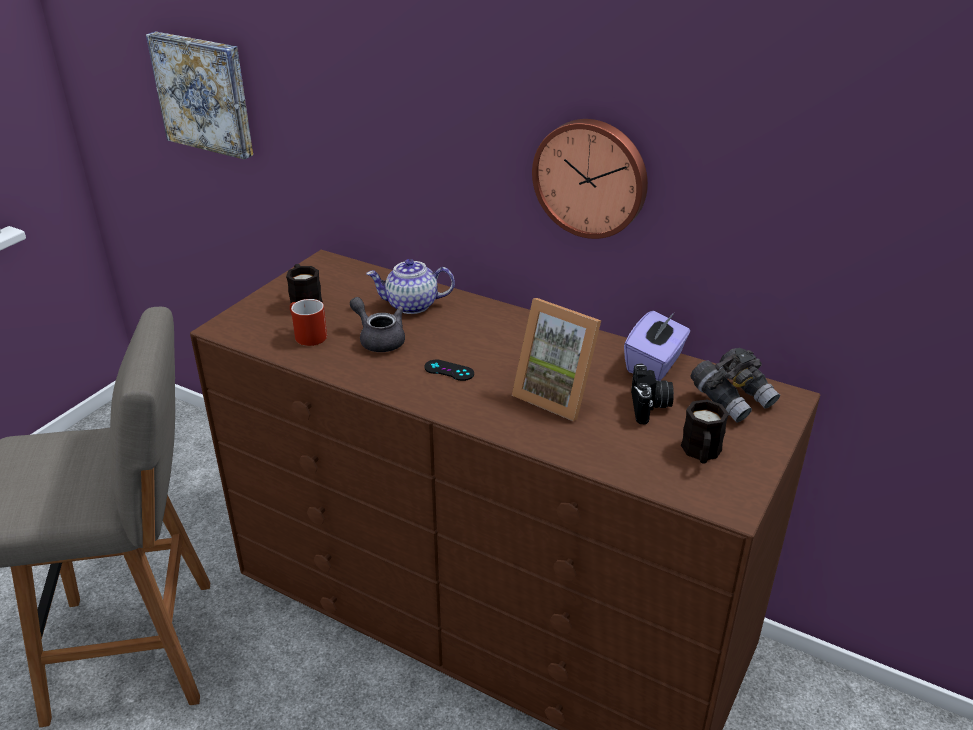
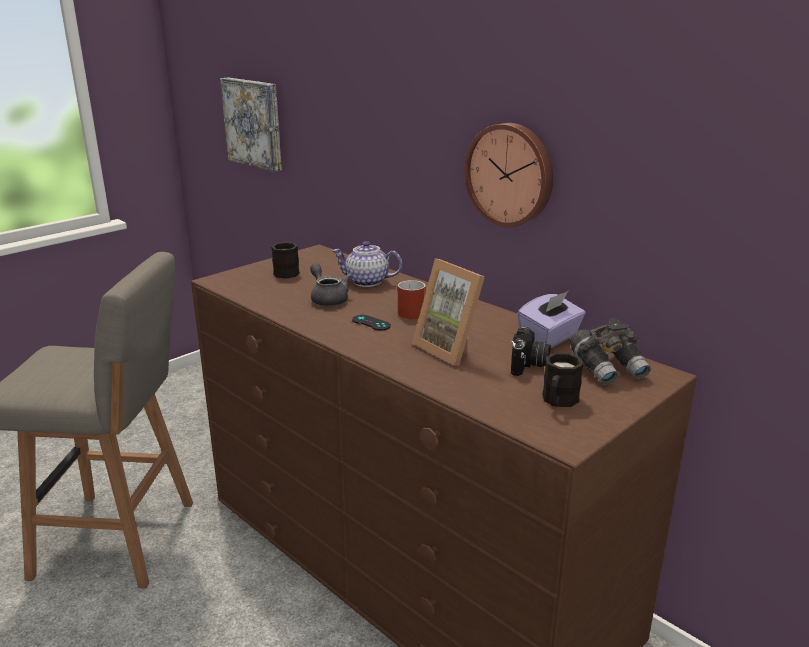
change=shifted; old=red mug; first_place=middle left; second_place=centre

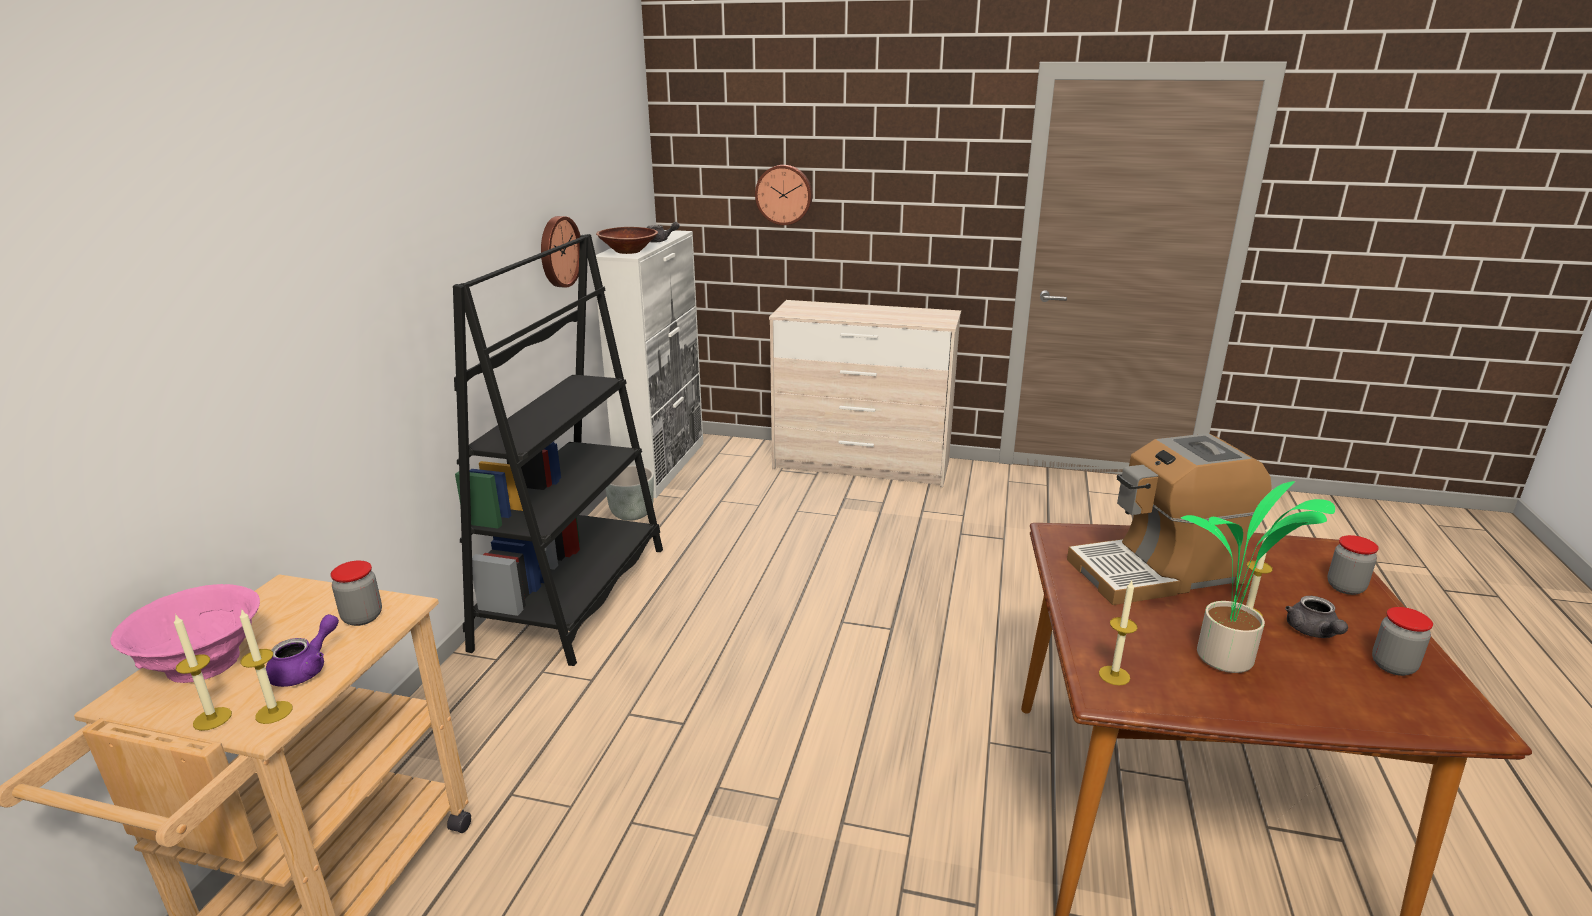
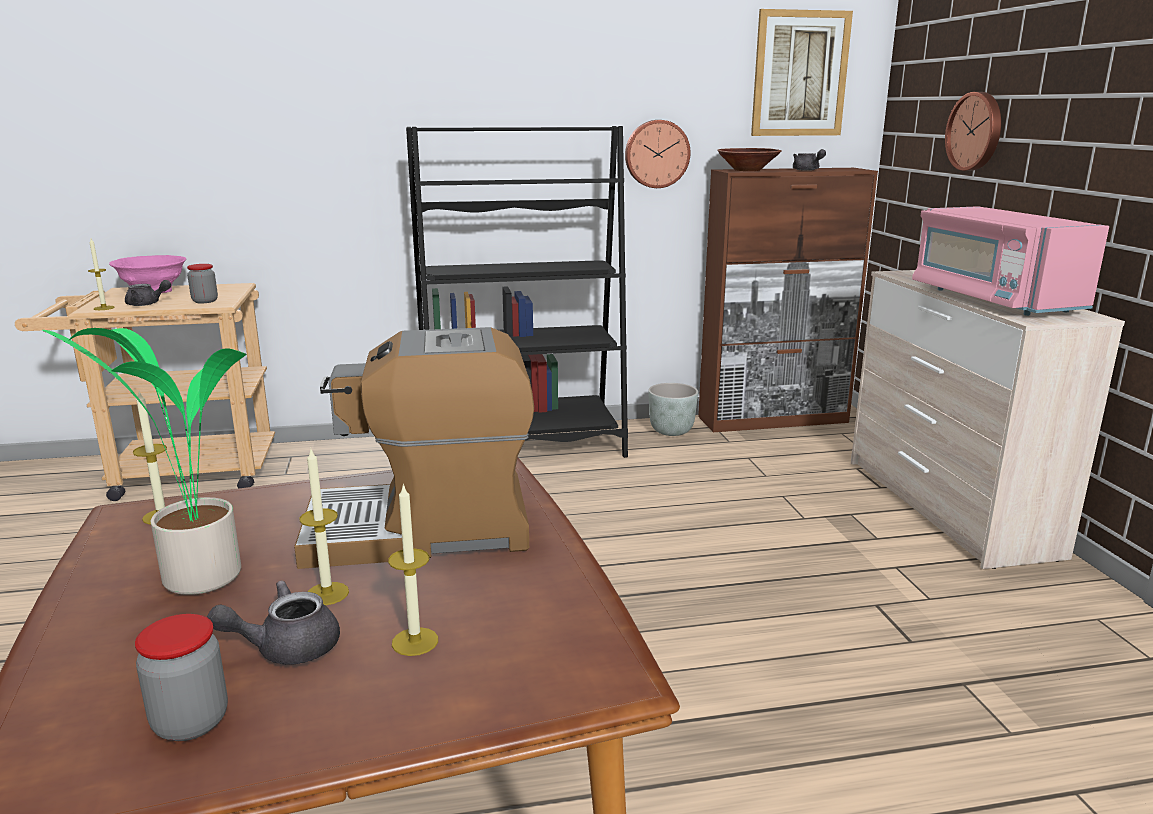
change=repainted; old=purple teapot; new=grey teapot (no. 1 from left); first_place=bottom left; second_place=middle left
change=rotated; old=coffee machine; first_place=middle right; second_place=centre; degrees=-60
change=shifted; old=candle (no. 1 from left in the first image); new=candle (no. 4 from left); first_place=bottom left; second_place=bottom centre
change=repainted; old=white cabinet; new=brown cabinet; first_place=centre; second_place=middle right
change=new; new=picture; second_place=top right
change=new; new=pink microwave; second_place=top right
change=gone; old=jar (no. 2 from left); first_place=middle right

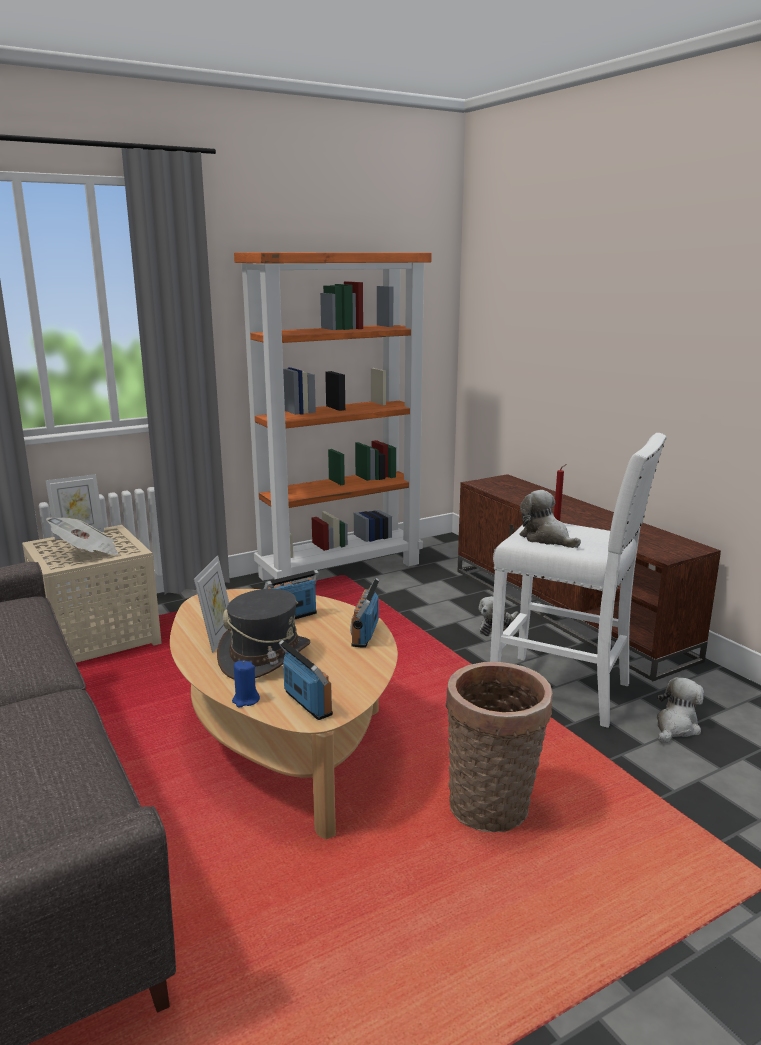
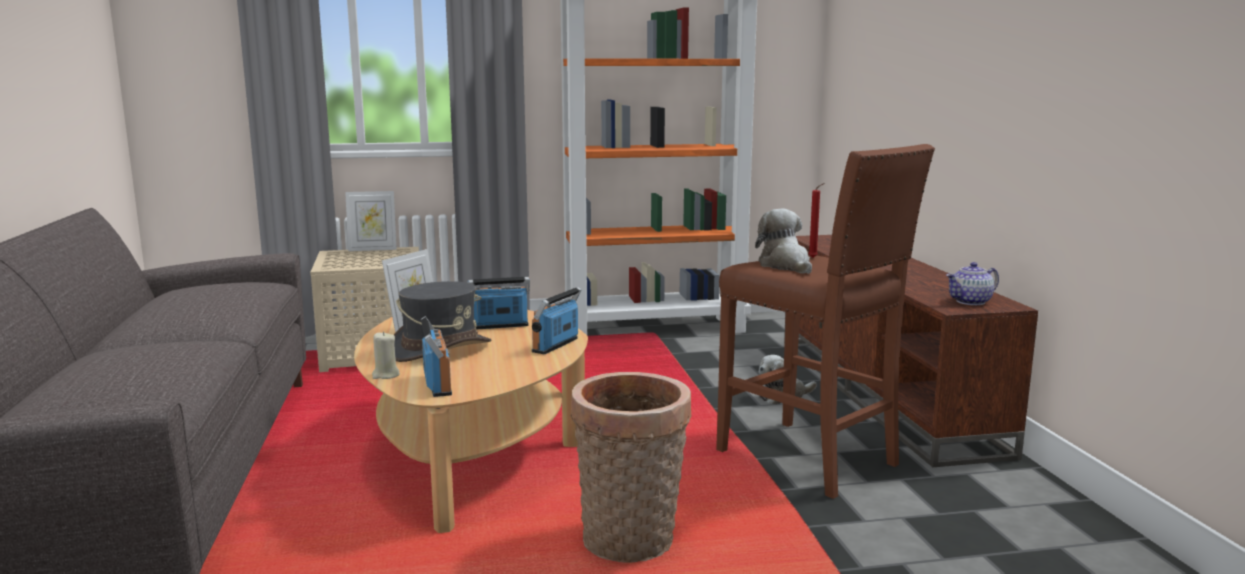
change=repainted; old=blue candle; new=beige candle; first_place=middle left; second_place=middle left
change=repainted; old=white stool; new=brown stool; first_place=middle right; second_place=centre
change=new; new=teapot; second_place=middle right
change=gone; old=newspaper; first_place=middle left
change=gone; old=plush toy (no. 3 from left); first_place=bottom right

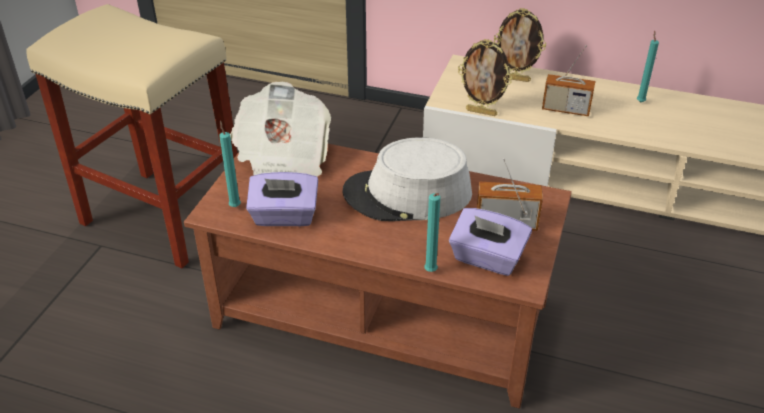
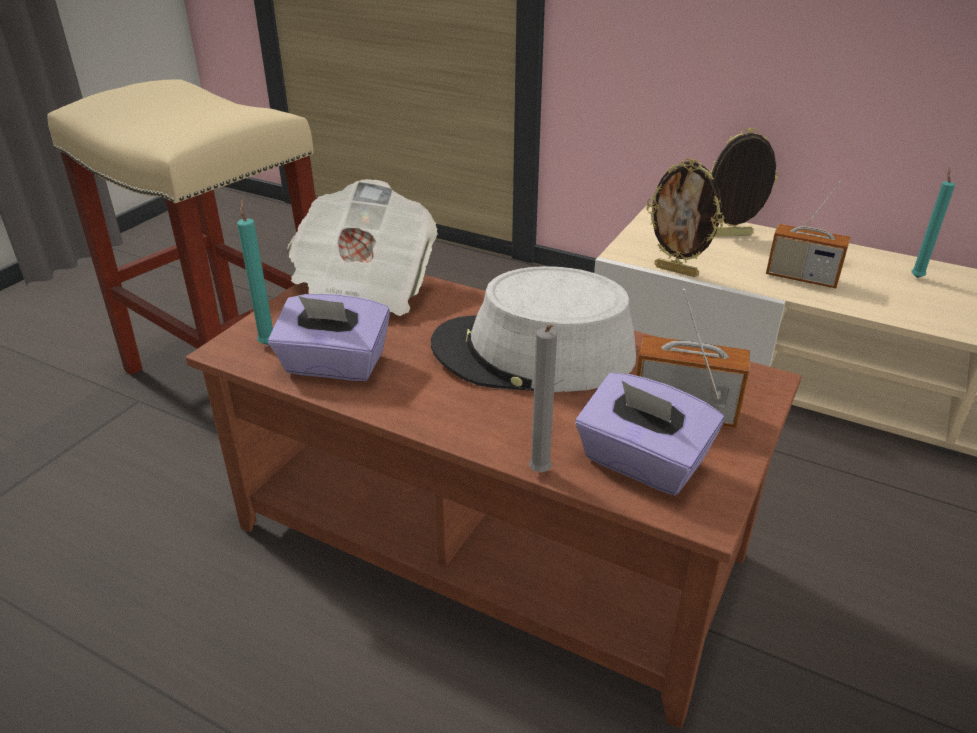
change=repainted; old=turquoise candle (no. 2 from left); new=grey candle; first_place=centre; second_place=centre
change=rotated; old=picture frame (no. 2 from left); first_place=top right; second_place=top right; degrees=150

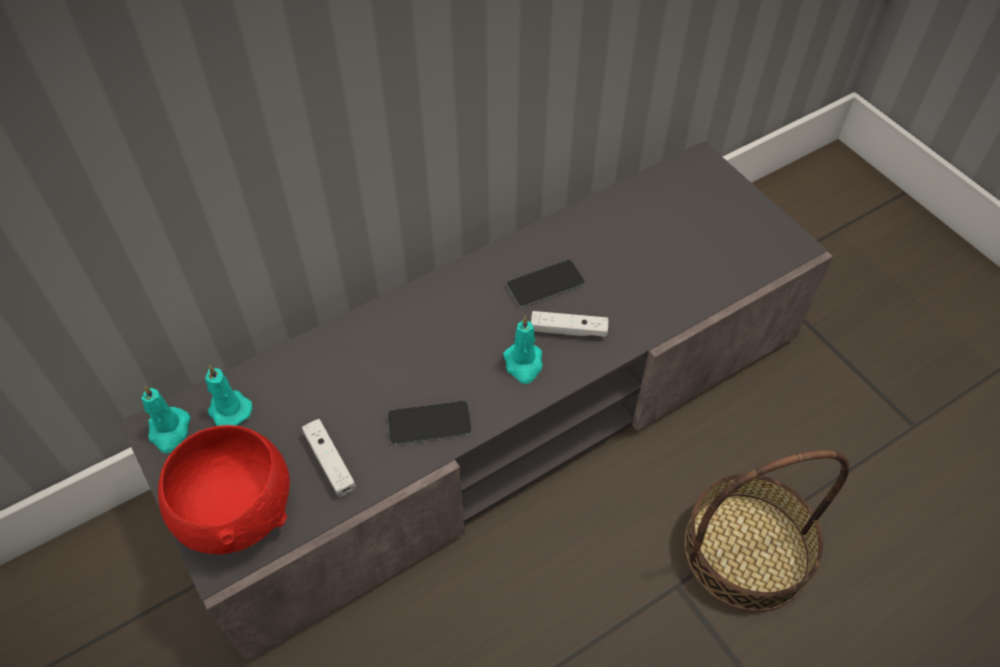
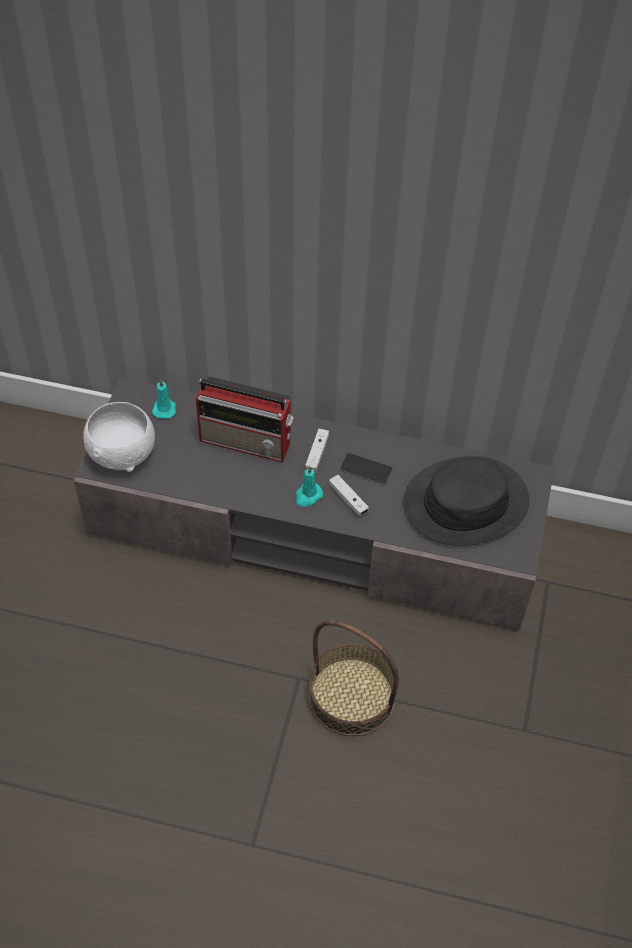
change=repainted; old=red bowl; new=white bowl; first_place=bottom left; second_place=middle left
change=new; new=radio; second_place=centre
change=shifted; old=white game controller (no. 1 from left); first_place=bottom left; second_place=centre
change=new; new=black hat; second_place=middle right
change=gone; old=turquoise candle (no. 1 from left); first_place=middle left
change=gone; old=phone (no. 1 from left); first_place=centre

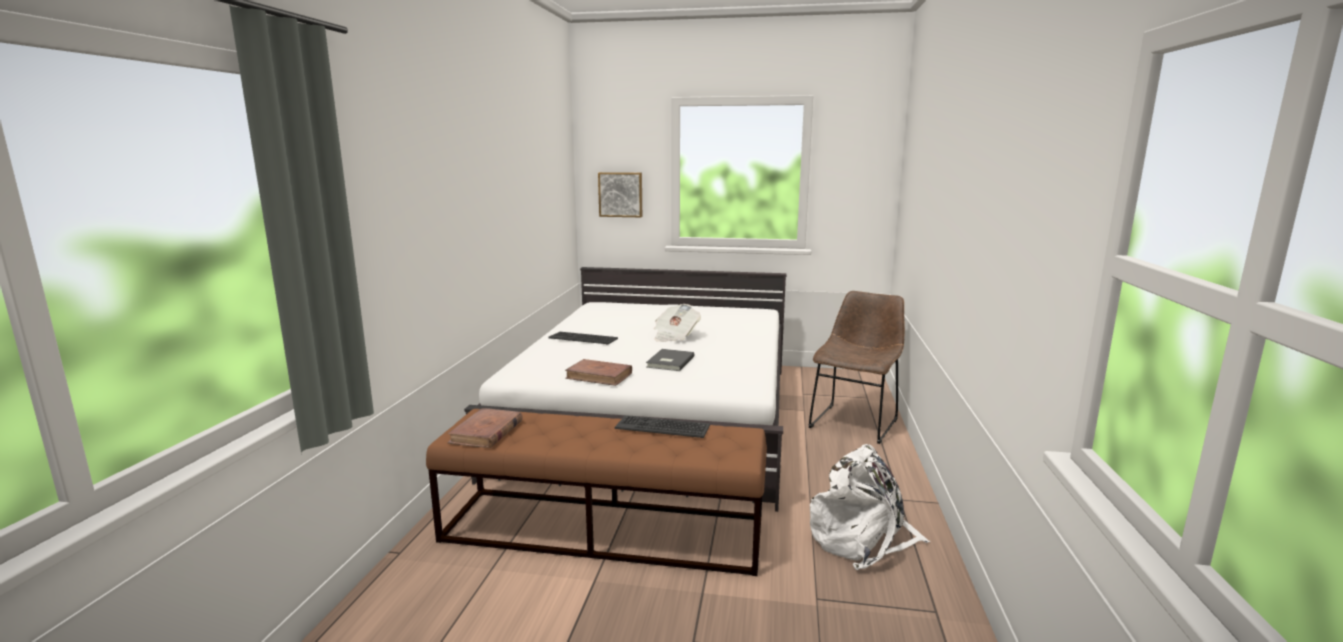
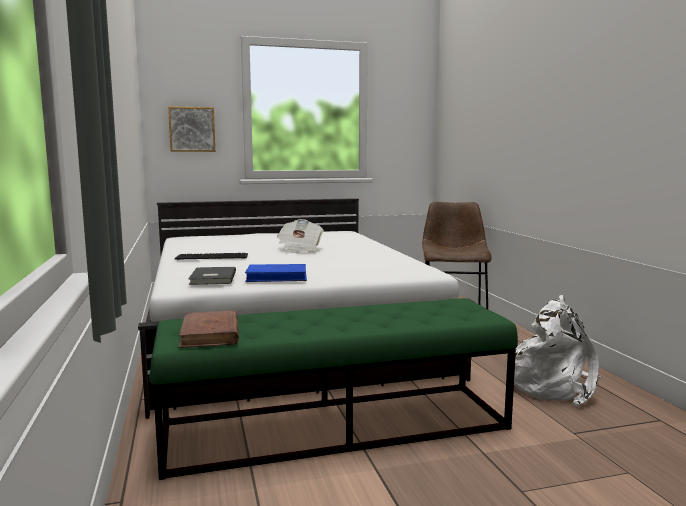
change=repainted; old=brown bench; new=green bench; first_place=bottom centre; second_place=bottom centre
change=shifted; old=grey book; first_place=centre; second_place=middle left
change=repainted; old=brown book (no. 2 from left); new=blue book; first_place=centre; second_place=centre
change=gone; old=keyboard (no. 2 from left); first_place=centre

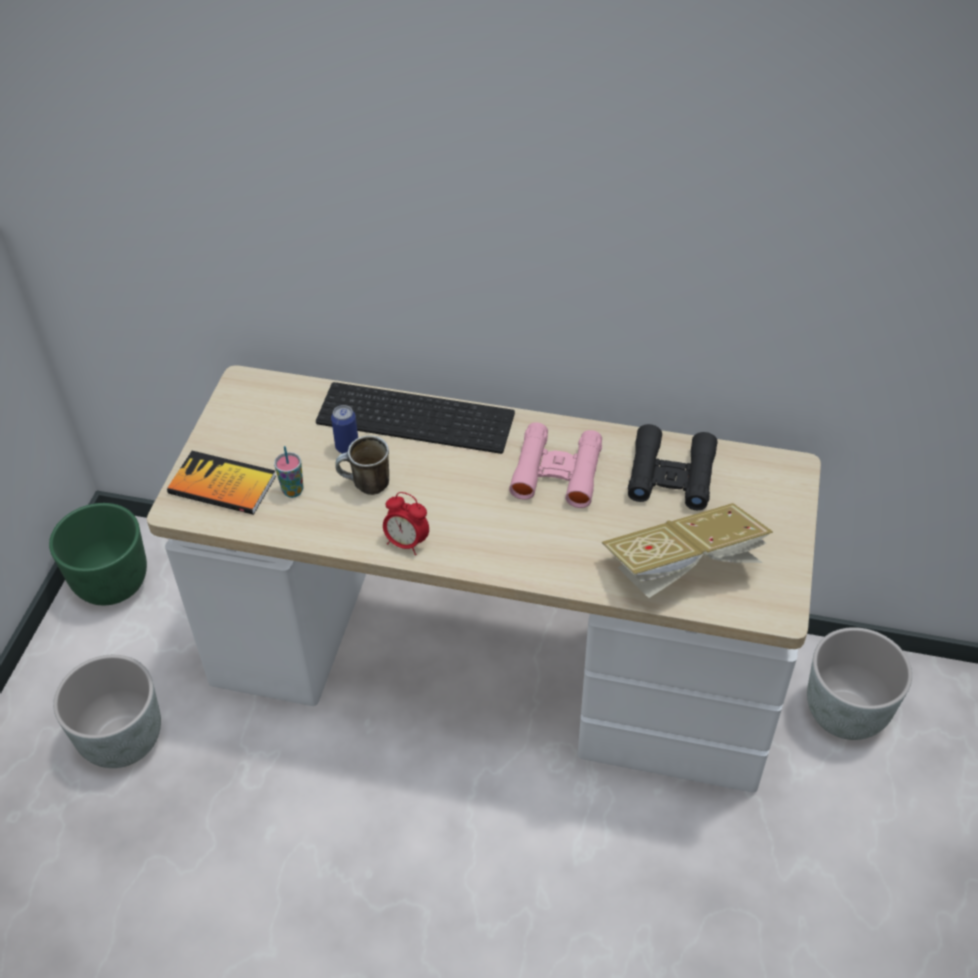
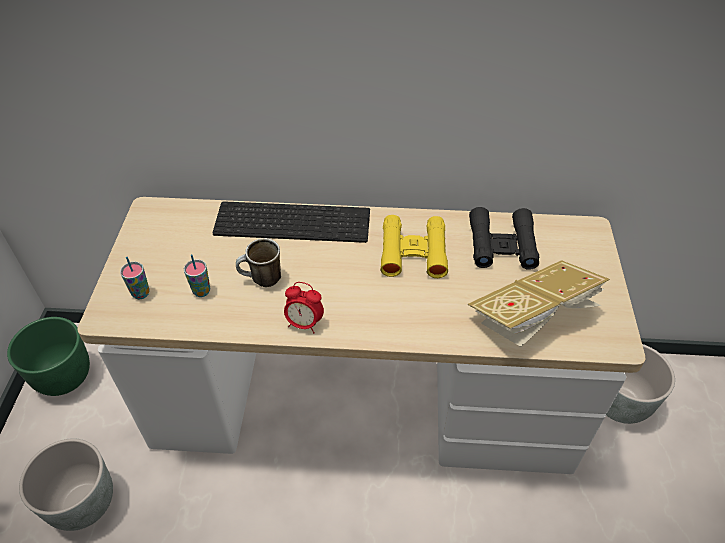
change=swapped; old=book (no. 1 from left); new=cup (no. 1 from left); first_place=middle left; second_place=middle left
change=repainted; old=pink binoculars; new=yellow binoculars; first_place=centre; second_place=centre
change=gone; old=can; first_place=centre

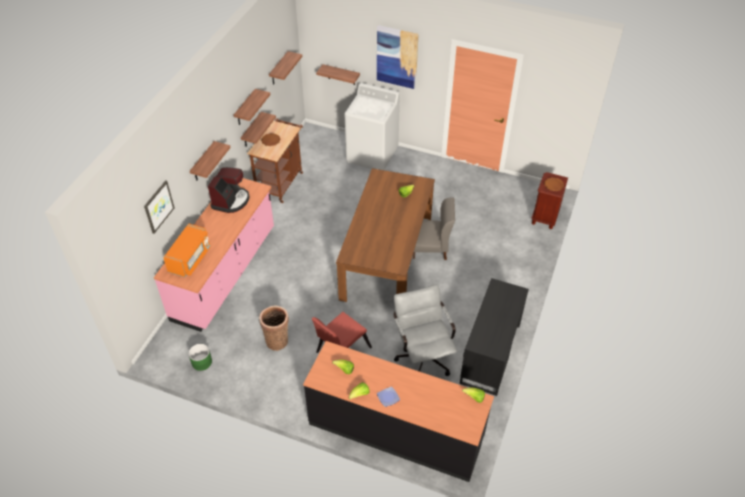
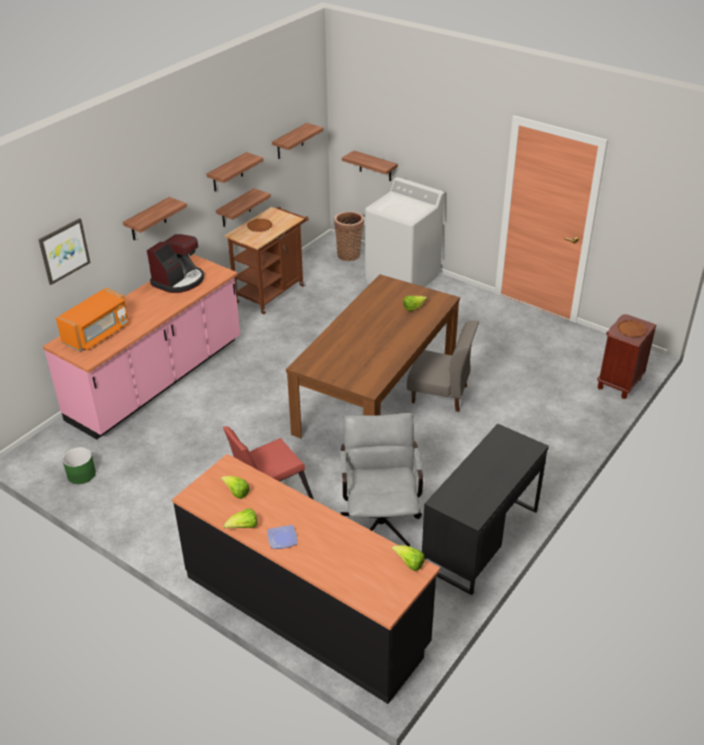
change=shifted; old=basket; first_place=centre; second_place=top centre
change=gone; old=picture (no. 2 from left); first_place=top centre

